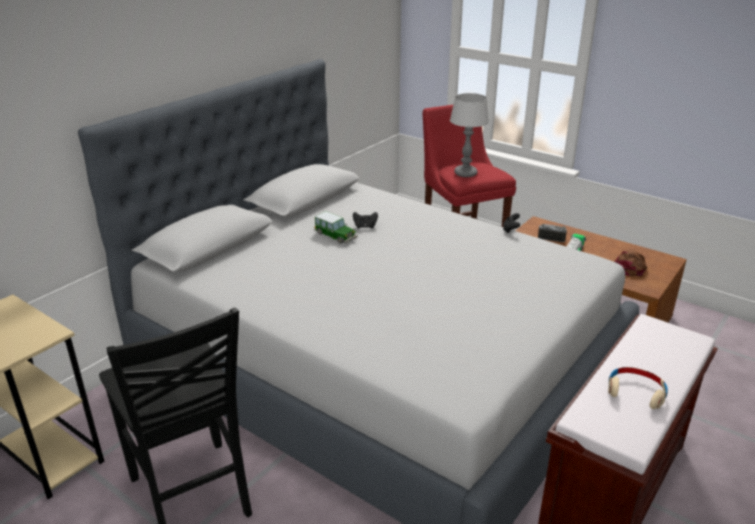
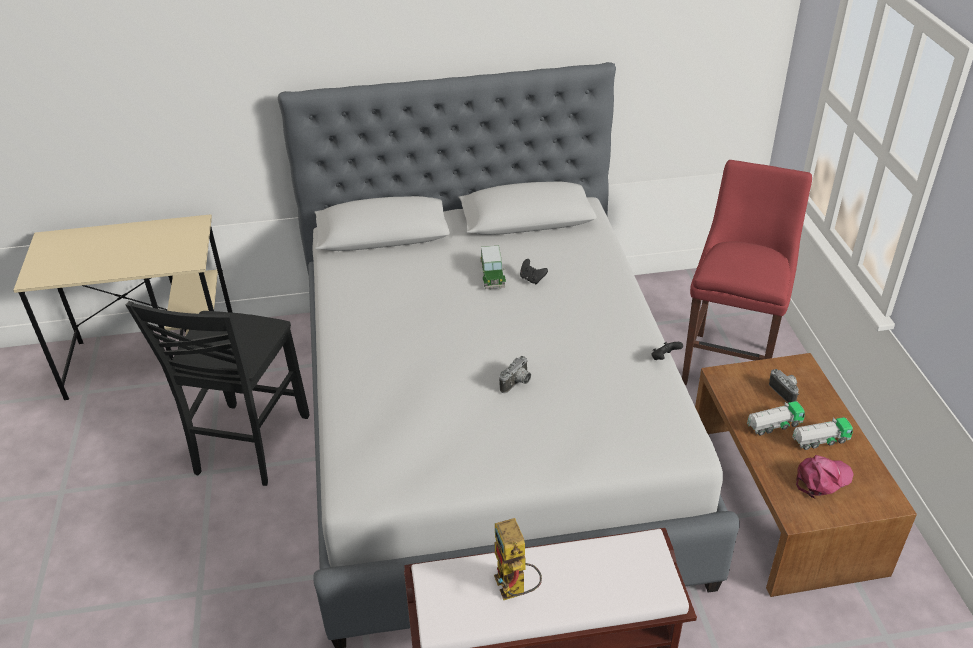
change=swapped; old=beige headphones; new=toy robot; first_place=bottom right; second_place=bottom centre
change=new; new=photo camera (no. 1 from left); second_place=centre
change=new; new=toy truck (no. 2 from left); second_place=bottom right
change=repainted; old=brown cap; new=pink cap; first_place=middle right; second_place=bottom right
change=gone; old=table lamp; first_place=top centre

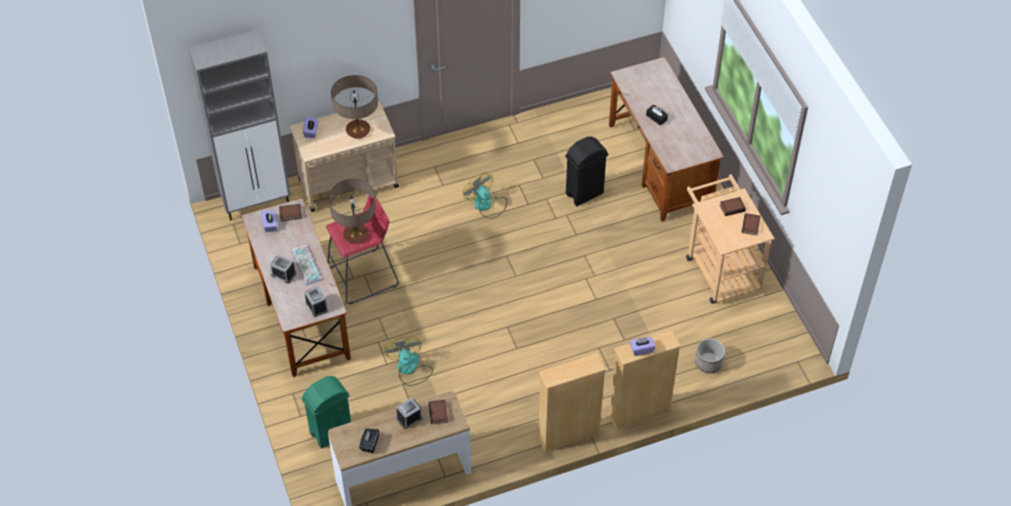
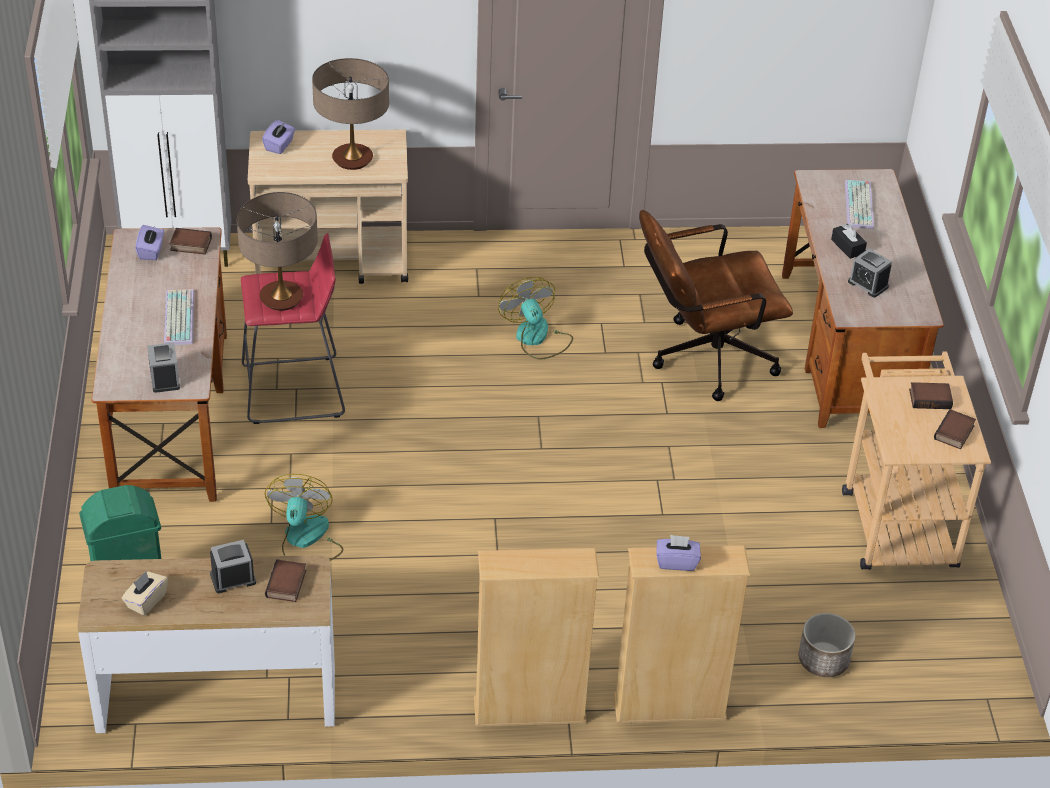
change=repainted; old=black tissue box (no. 1 from left); new=beige tissue box; first_place=bottom centre; second_place=bottom left
change=swapped; old=black trash can; new=brown office chair; first_place=centre; second_place=middle right
change=new; new=keyboard (no. 2 from left); second_place=top right
change=shifted; old=alarm clock (no. 1 from left in the first image); new=alarm clock (no. 3 from left); first_place=middle left; second_place=middle right

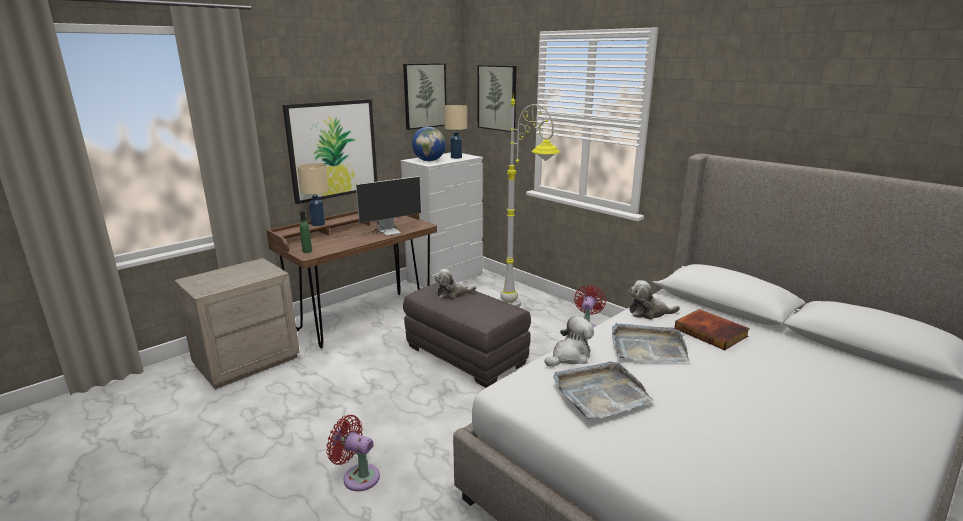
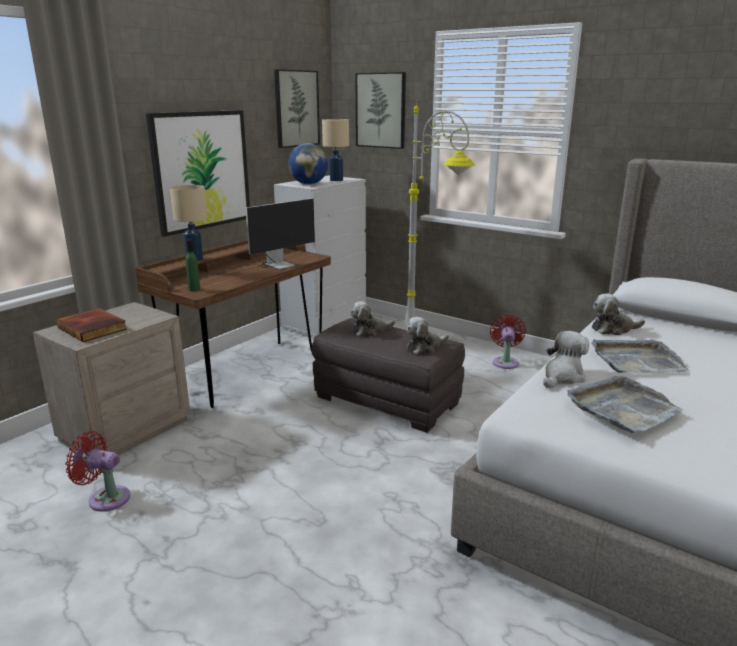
change=shifted; old=book; first_place=middle right; second_place=middle left
change=shifted; old=red fan (no. 1 from left); first_place=bottom centre; second_place=bottom left
change=new; new=plush toy (no. 2 from left); second_place=centre

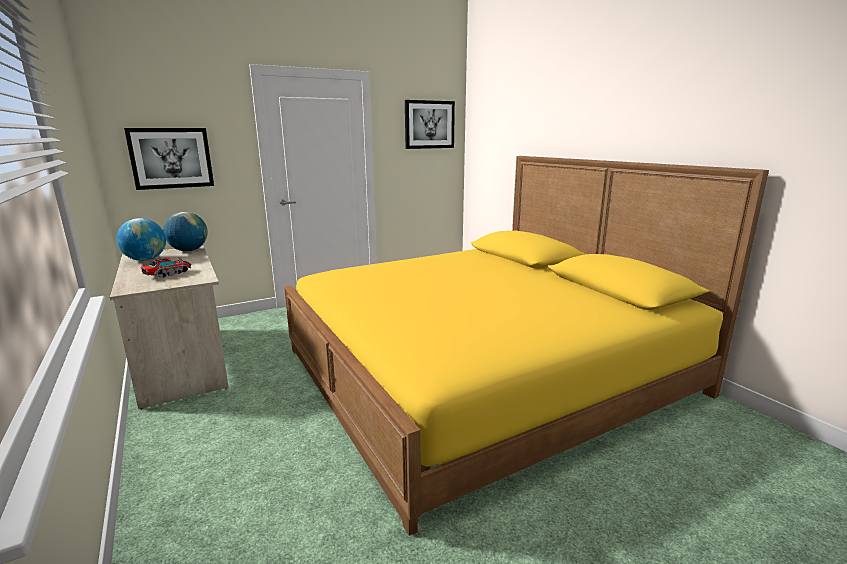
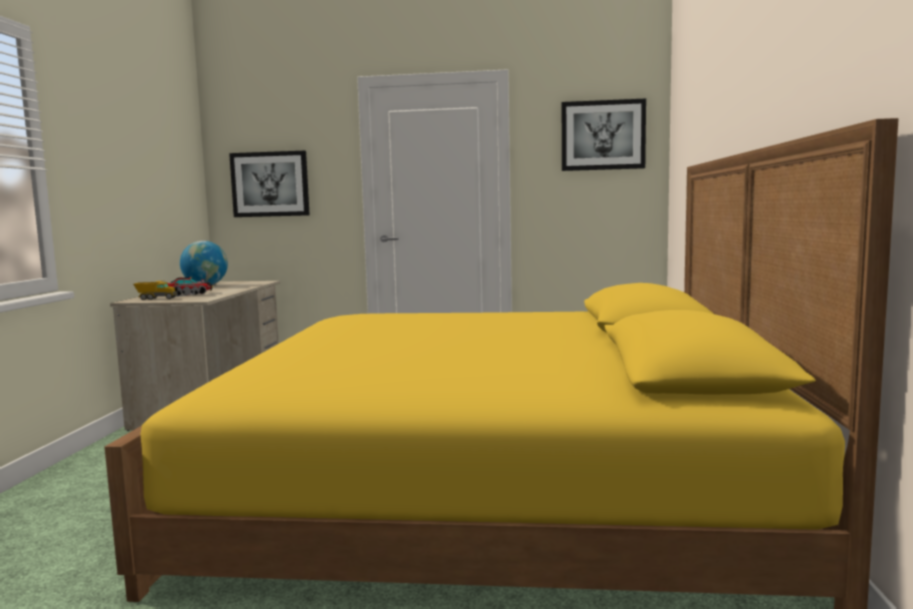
change=new; new=toy truck (no. 1 from left); second_place=middle left
change=gone; old=globe (no. 2 from left); first_place=middle left

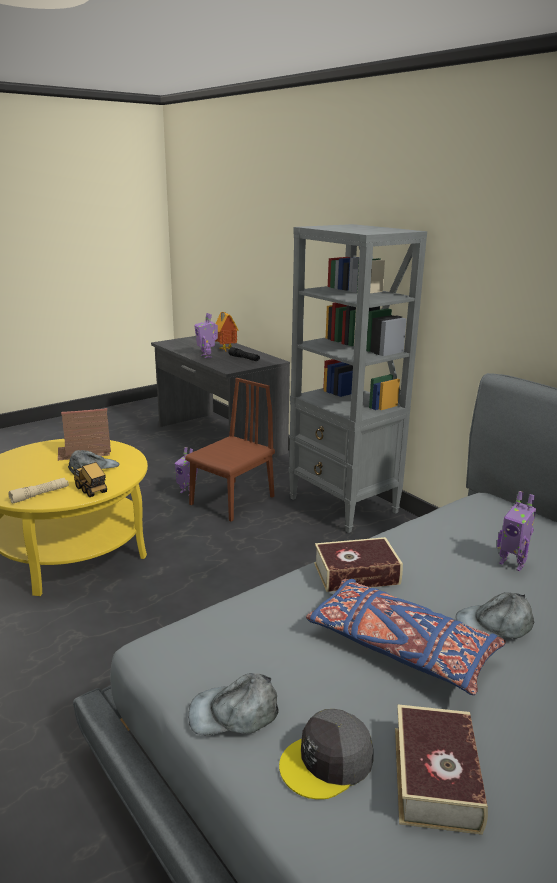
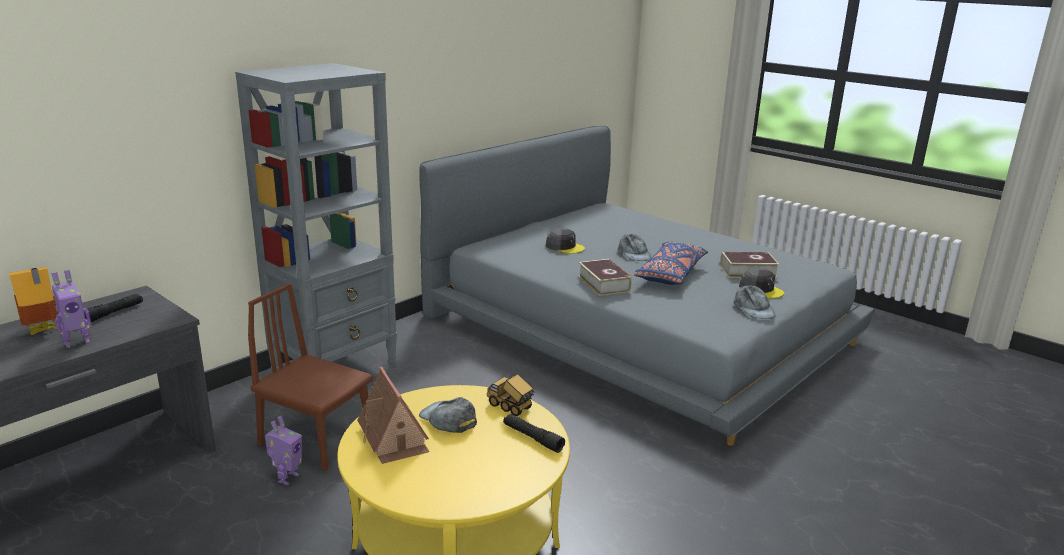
change=rotated; old=toy truck; first_place=middle left; second_place=bottom centre; degrees=90
change=repainted; old=beige flashlight; new=black flashlight (no. 2 from left); first_place=middle left; second_place=bottom centre
change=swapped; old=toy robot (no. 3 from left); new=grey cap (no. 2 from left); first_place=middle right; second_place=centre

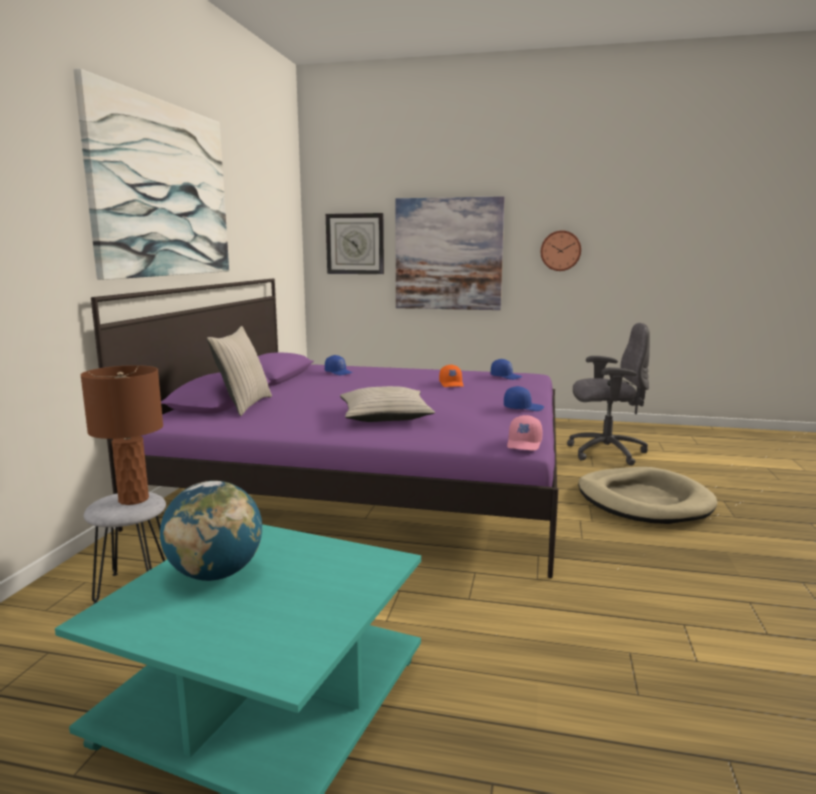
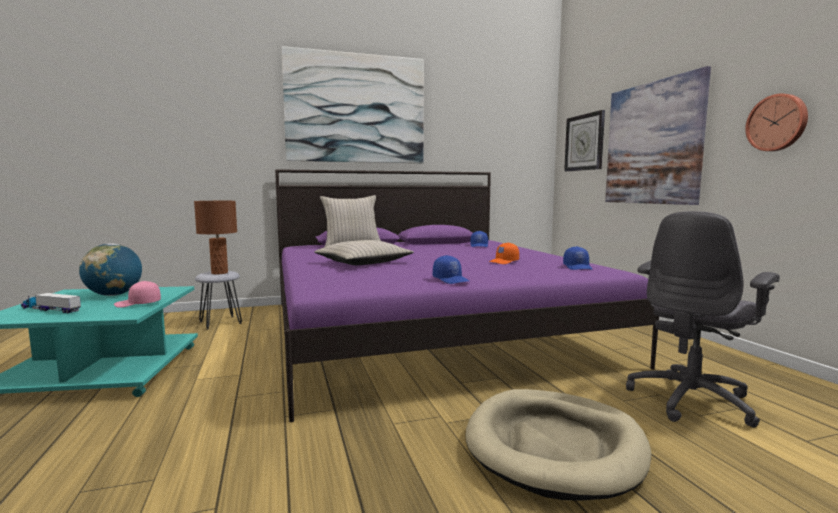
change=new; new=toy truck; second_place=middle left
change=shifted; old=pink cap; first_place=centre; second_place=middle left
change=rotated; old=grey office chair; first_place=middle right; second_place=middle right; degrees=75

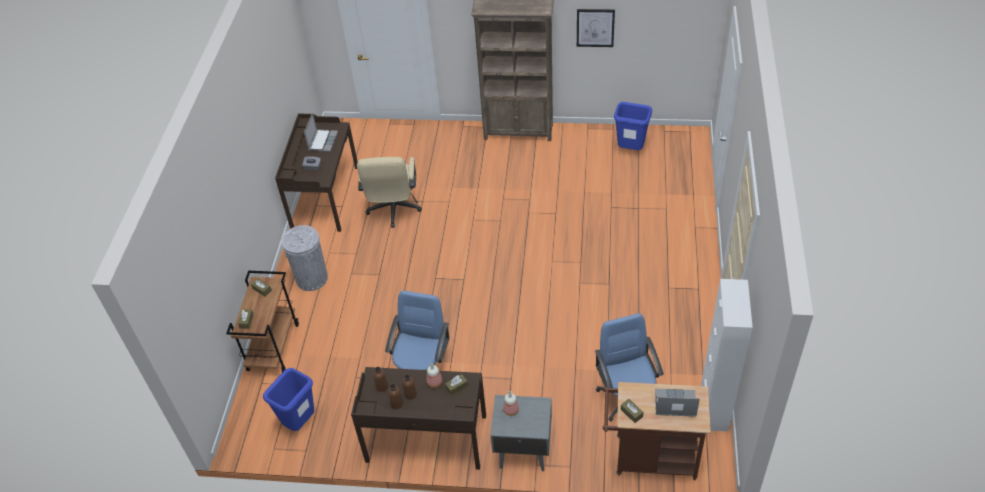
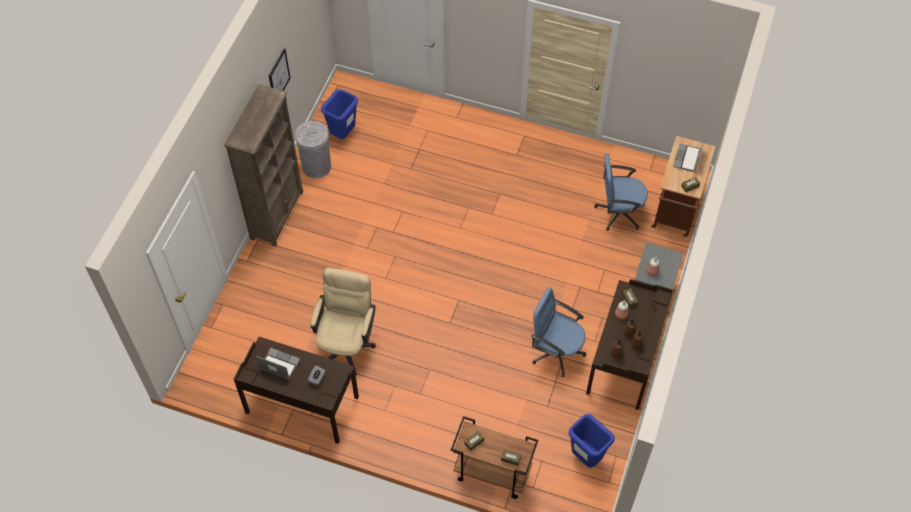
change=shifted; old=grey trash can; first_place=middle left; second_place=top centre
change=rotated; old=beige office chair; first_place=centre; second_place=centre; degrees=-90
change=gone; old=white cabinet; first_place=bottom right

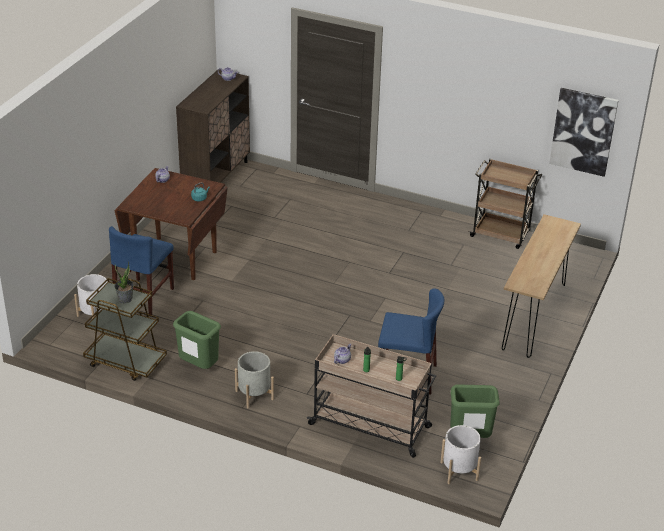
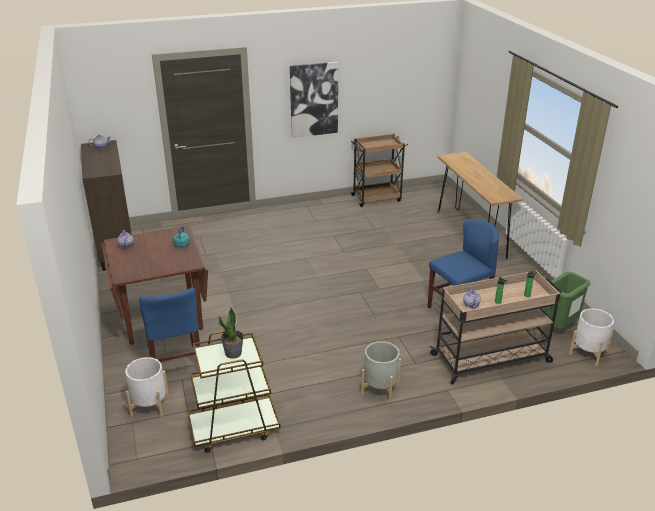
change=shifted; old=picture; first_place=top right; second_place=top centre
change=gone; old=green trash can (no. 1 from left); first_place=middle left

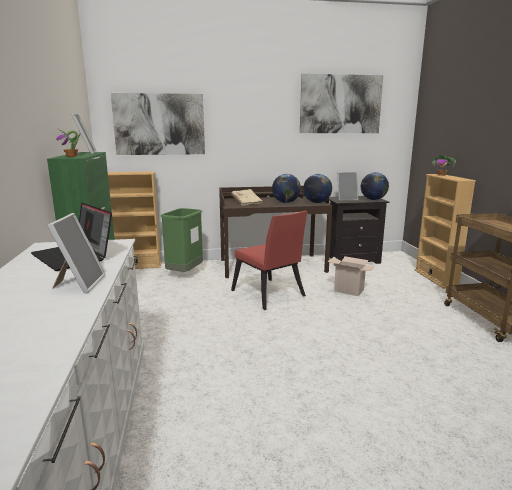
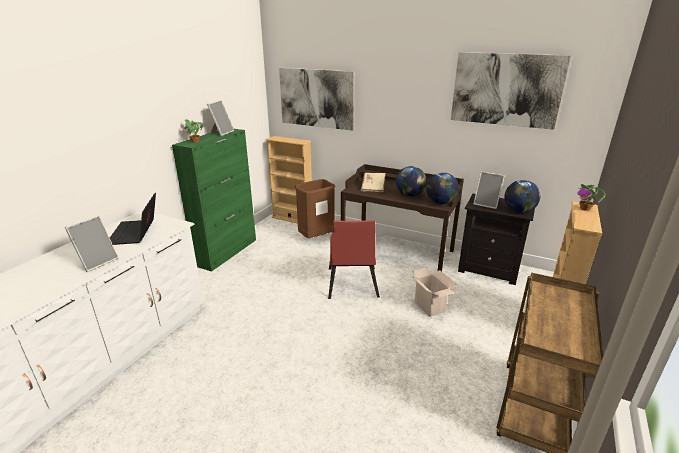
change=repainted; old=green trash can; new=brown trash can; first_place=centre; second_place=centre

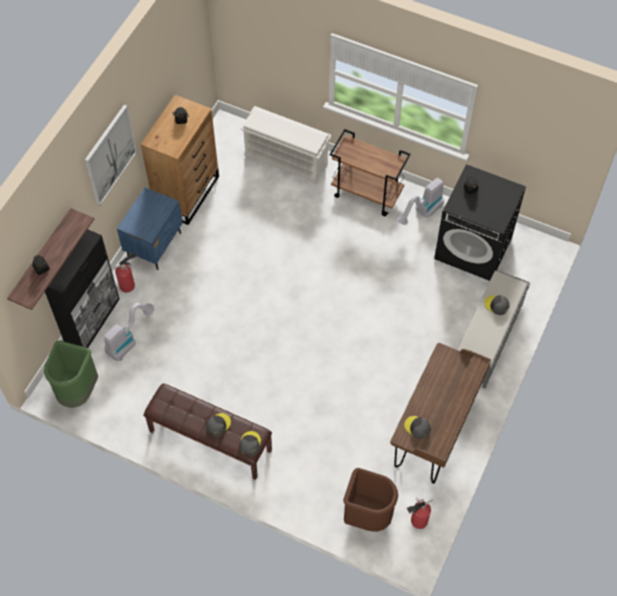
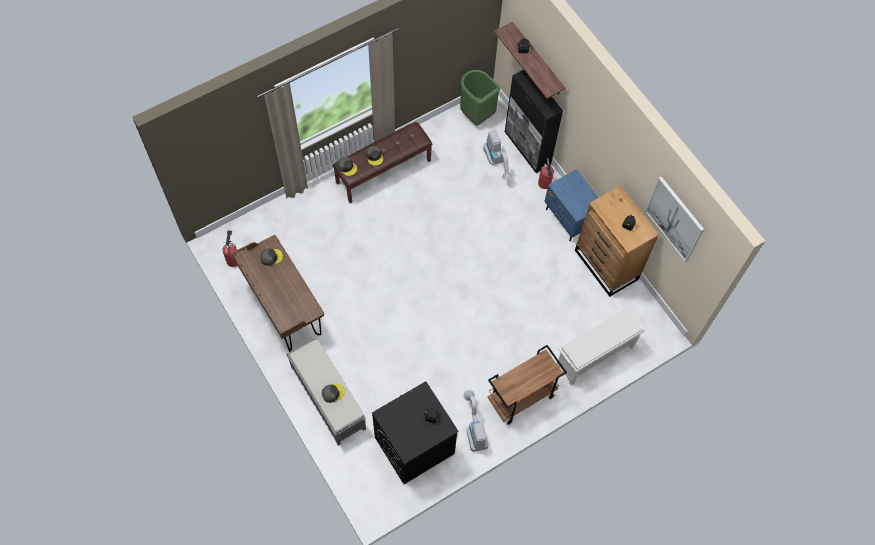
change=shifted; old=picture; first_place=top left; second_place=middle right
change=gone; old=brown trash can; first_place=bottom centre

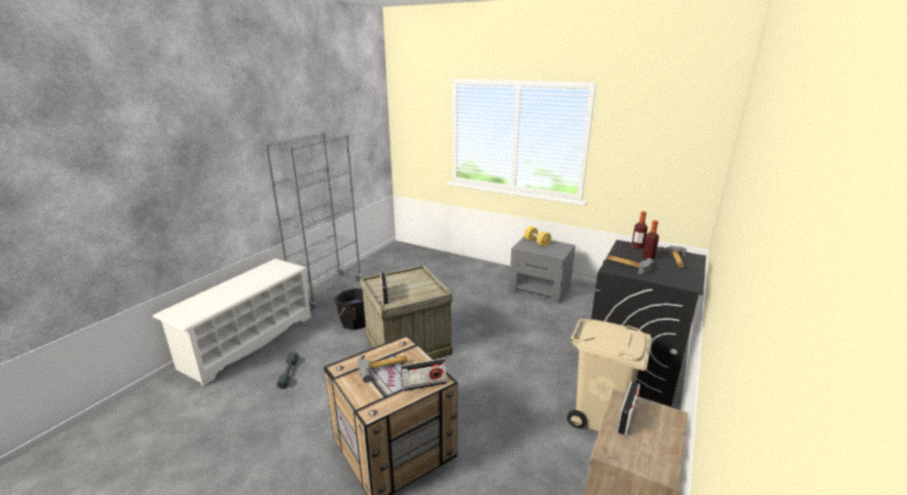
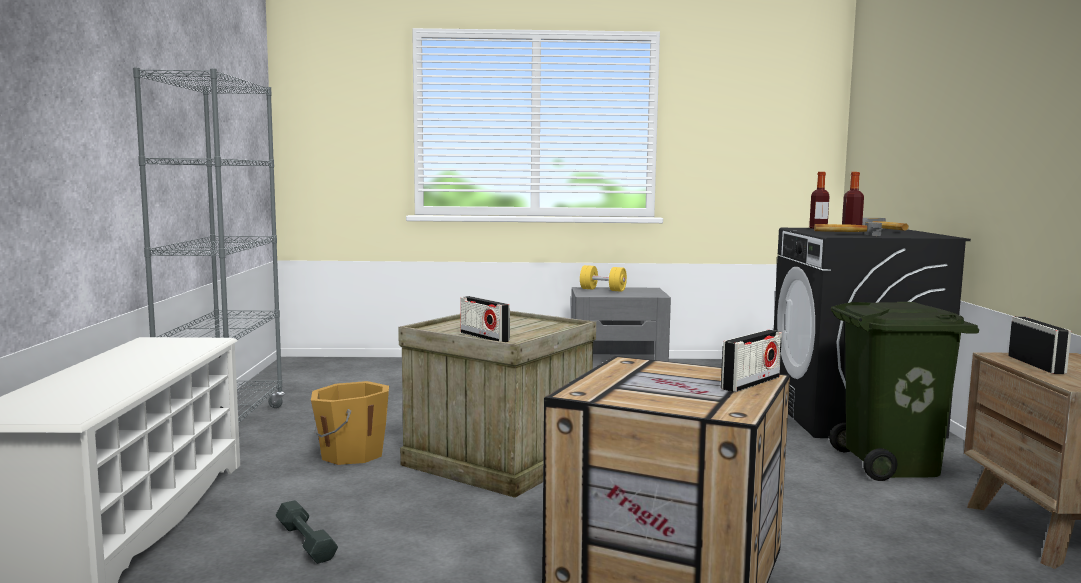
change=repainted; old=black bucket; new=orange bucket; first_place=centre; second_place=bottom left
change=repainted; old=beige trash can; new=green trash can; first_place=bottom right; second_place=bottom right
change=gone; old=hammer (no. 1 from left); first_place=bottom centre

